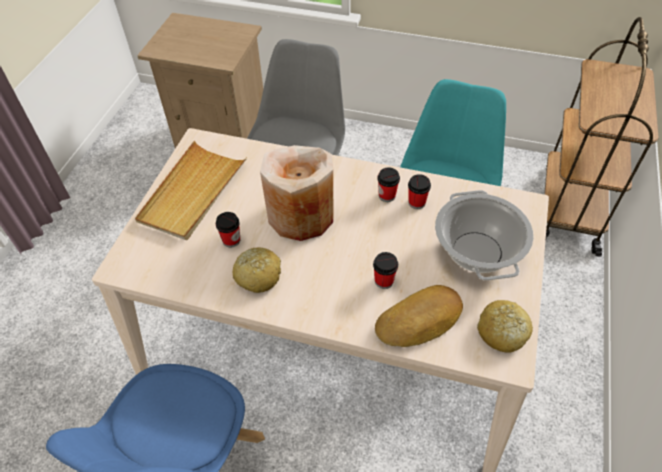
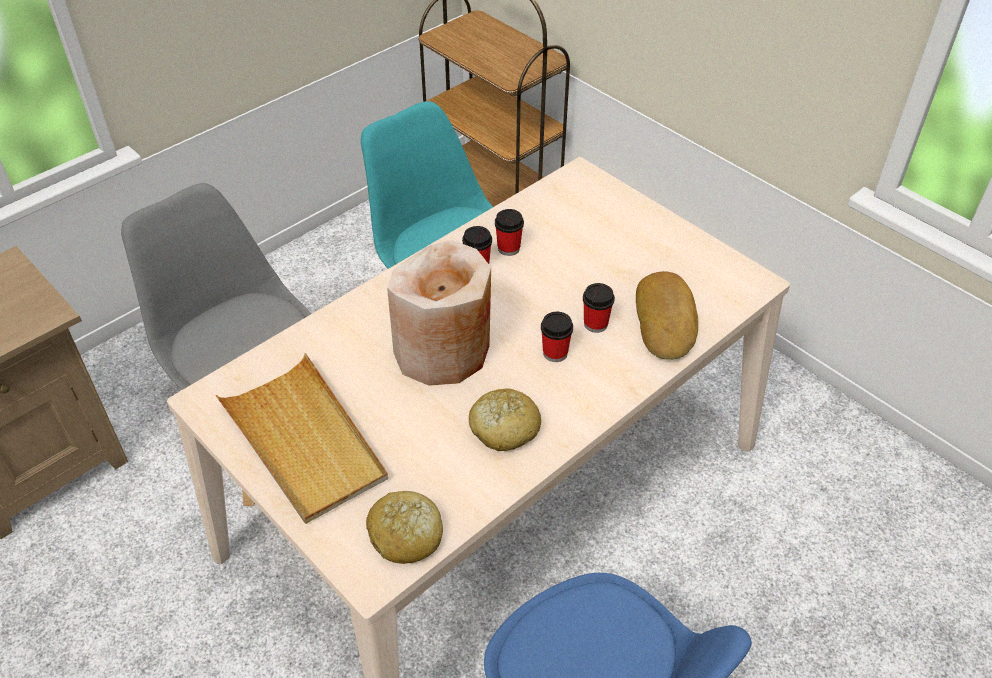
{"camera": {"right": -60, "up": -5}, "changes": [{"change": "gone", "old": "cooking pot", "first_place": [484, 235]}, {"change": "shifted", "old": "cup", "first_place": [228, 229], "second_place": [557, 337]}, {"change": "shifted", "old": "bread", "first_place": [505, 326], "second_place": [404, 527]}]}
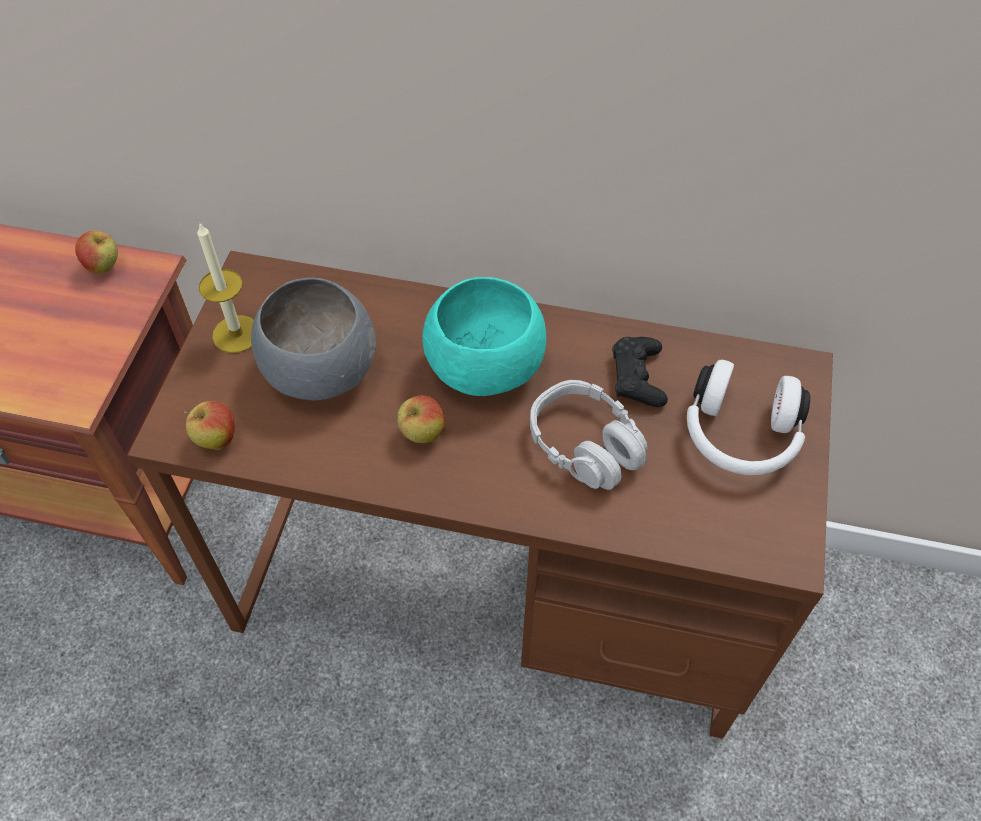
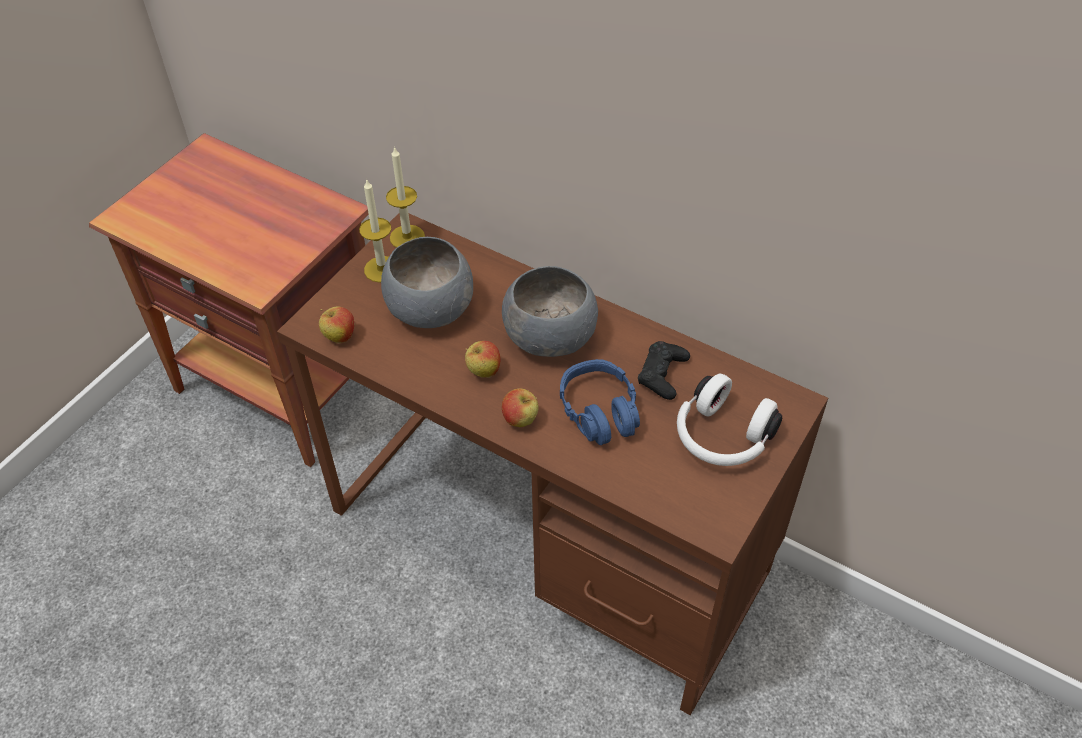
{"camera": {"right": 20, "up": -5}, "changes": [{"change": "shifted", "old": "apple", "first_place": [96, 251], "second_place": [520, 407]}, {"change": "repainted", "old": "bowl/turquoise", "new": "bowl/grey", "first_place": [484, 336], "second_place": [550, 311]}, {"change": "repainted", "old": "headphones/grey", "new": "headphones/blue", "first_place": [589, 435], "second_place": [600, 402]}, {"change": "new", "new": "candle", "second_place": [405, 197]}]}
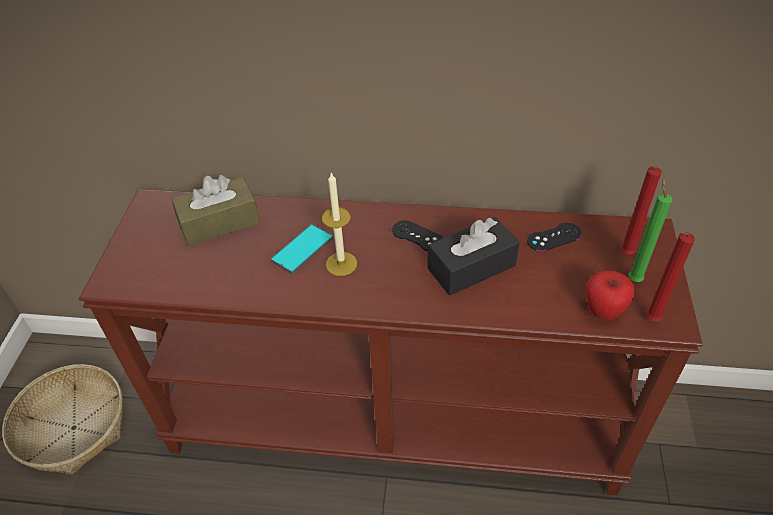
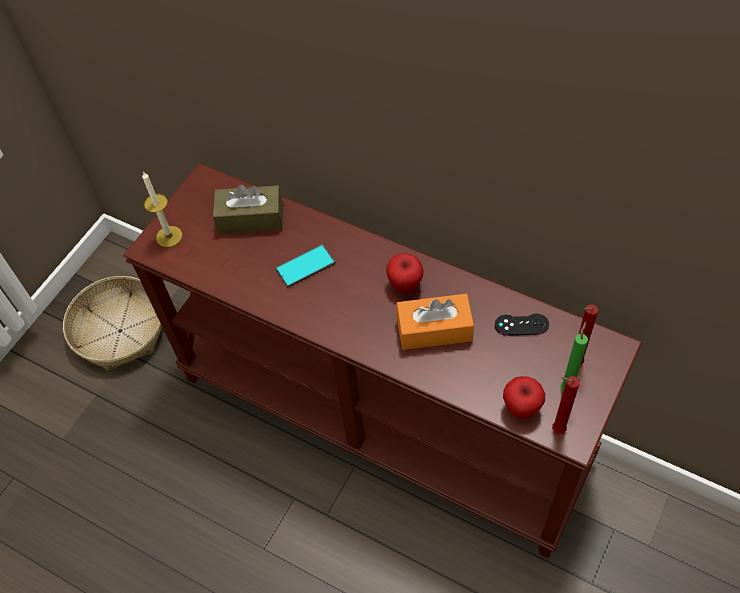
{"camera": {"right": 25, "up": 10}, "changes": [{"change": "shifted", "old": "candle", "first_place": [339, 224], "second_place": [162, 209]}, {"change": "repainted", "old": "tissue box/black", "new": "tissue box/orange", "first_place": [473, 256], "second_place": [435, 322]}, {"change": "swapped", "old": "game controller/black", "new": "apple", "first_place": [417, 235], "second_place": [405, 273]}]}
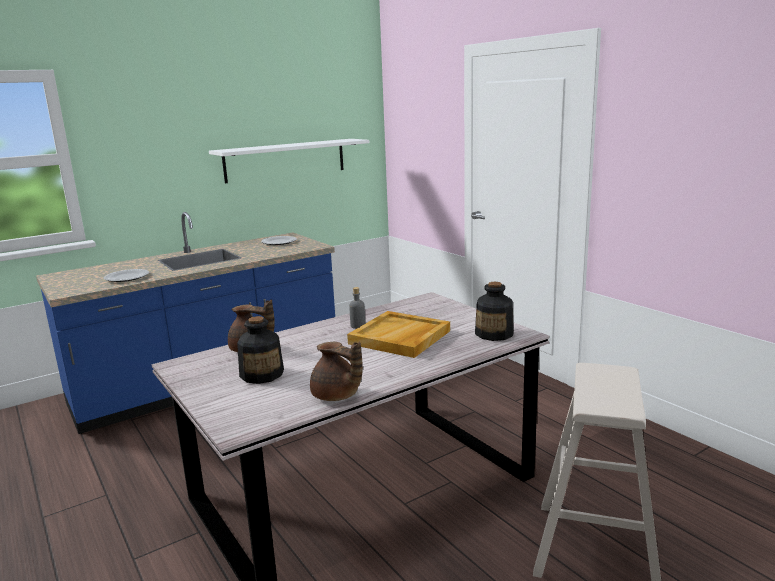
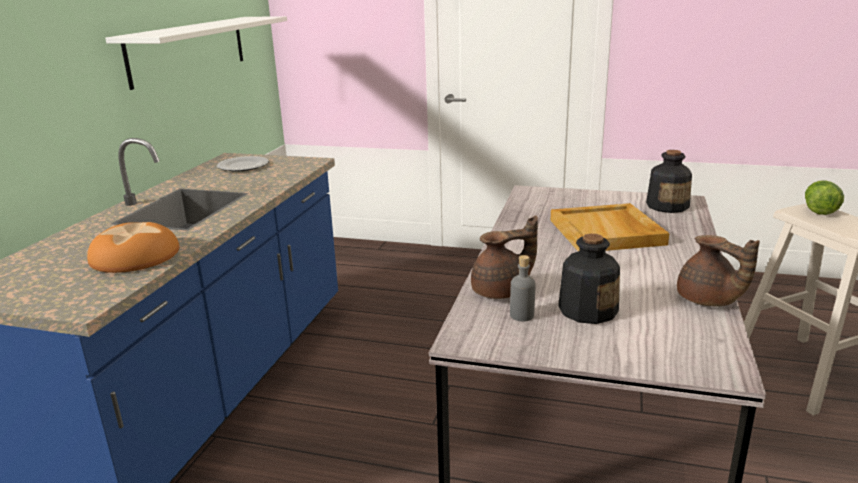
{"camera": {"right": -40, "up": 5}, "changes": [{"change": "swapped", "old": "plate", "new": "bread", "first_place": [126, 275], "second_place": [133, 247]}, {"change": "shifted", "old": "bottle/grey", "first_place": [357, 308], "second_place": [523, 288]}, {"change": "rotated", "old": "teapot/brown", "first_place": [336, 371], "second_place": [718, 270], "degrees": 60}, {"change": "new", "new": "lettuce", "second_place": [824, 197]}]}
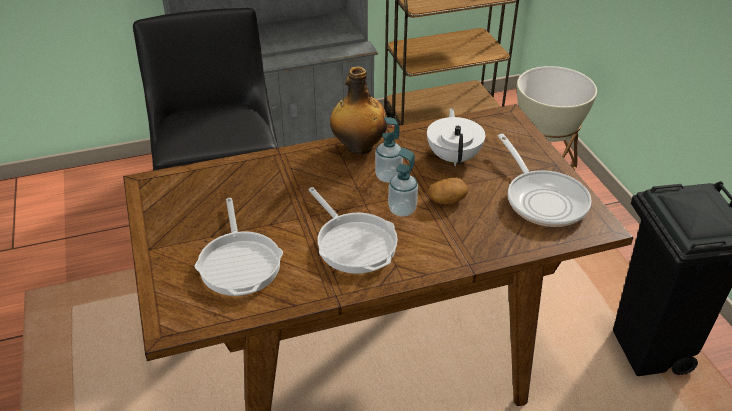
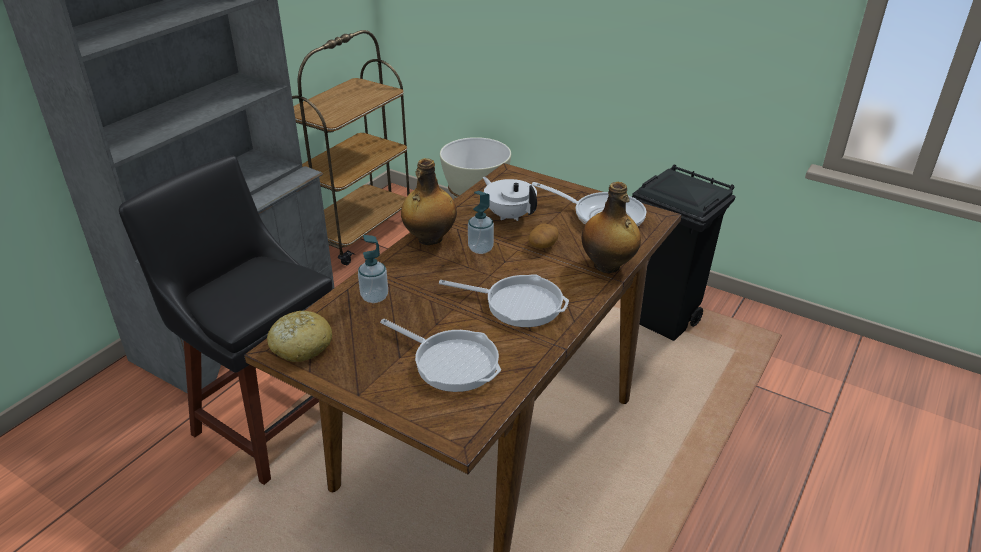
{"camera": {"right": -40, "up": -5}, "changes": [{"change": "shifted", "old": "soap dispenser", "first_place": [403, 182], "second_place": [373, 269]}, {"change": "new", "new": "bottle", "second_place": [611, 227]}, {"change": "new", "new": "bread", "second_place": [299, 336]}]}
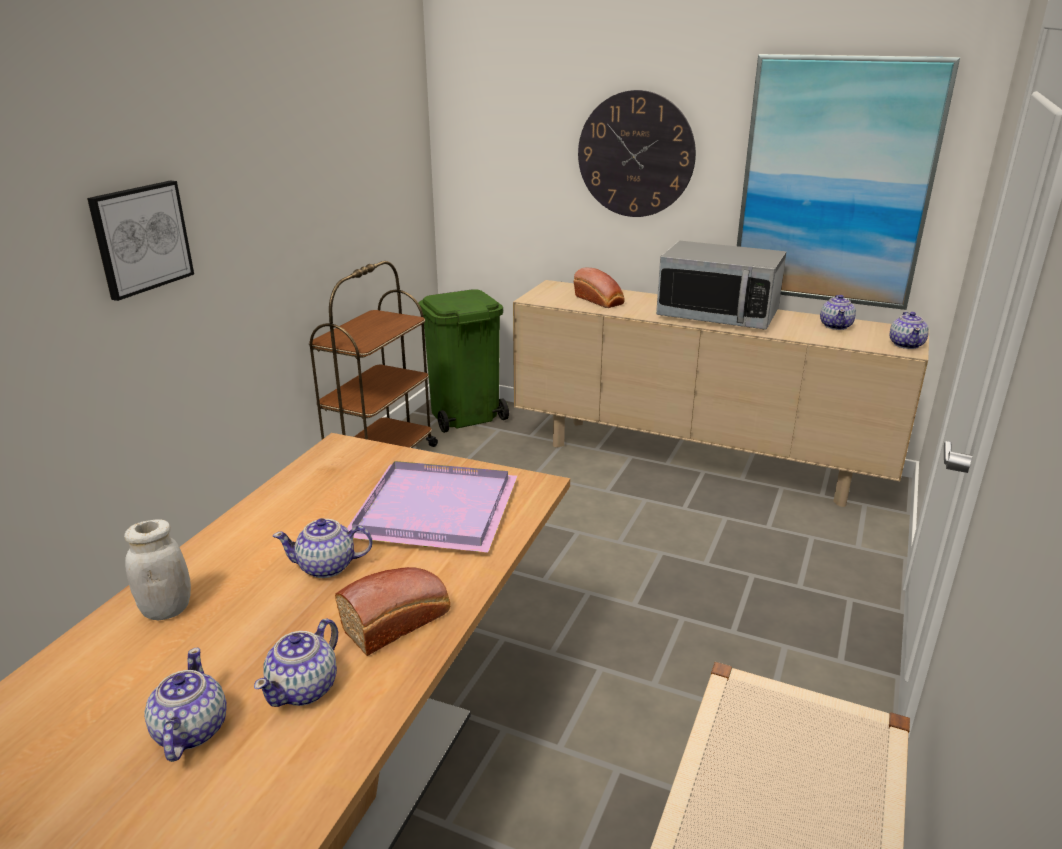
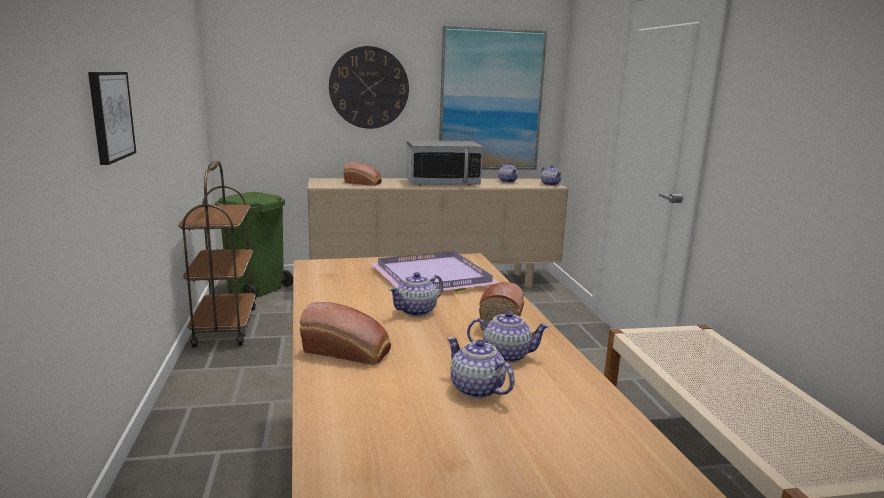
{"camera": {"right": -35, "up": -10}, "changes": [{"change": "swapped", "old": "jar/white", "new": "bread", "first_place": [157, 570], "second_place": [345, 333]}, {"change": "rotated", "old": "teapot", "first_place": [296, 662], "second_place": [508, 337], "degrees": -75}]}
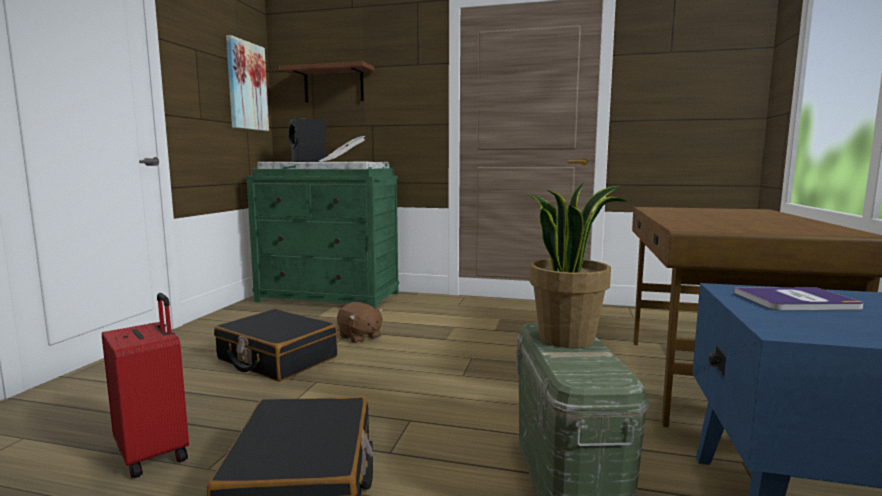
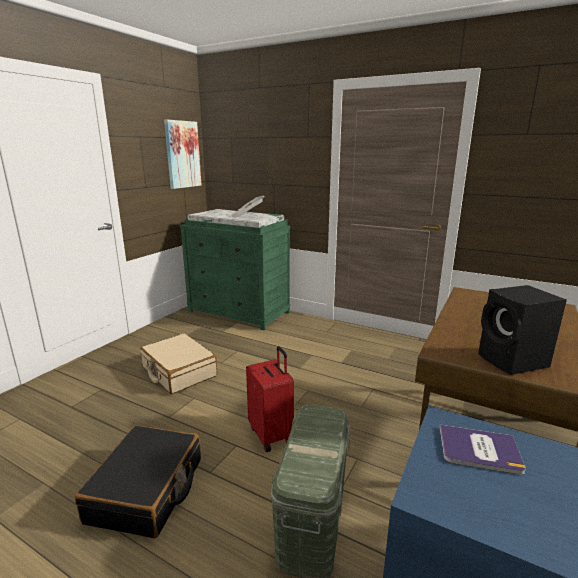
{"camera": {"right": 15, "up": 10}, "changes": [{"change": "gone", "old": "shelf/brown", "first_place": [326, 82]}, {"change": "shifted", "old": "speaker/black", "first_place": [307, 140], "second_place": [522, 330]}, {"change": "gone", "old": "potted plant", "first_place": [577, 265]}, {"change": "shifted", "old": "suitcase/red", "first_place": [145, 385], "second_place": [270, 399]}, {"change": "gone", "old": "plush toy/brown", "first_place": [360, 323]}, {"change": "repainted", "old": "suitcase/black", "new": "suitcase/beige", "first_place": [276, 345], "second_place": [178, 363]}]}
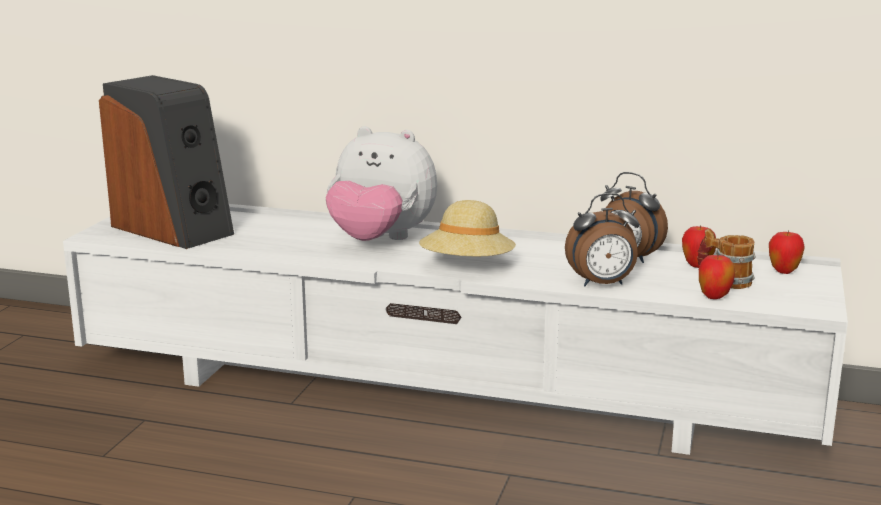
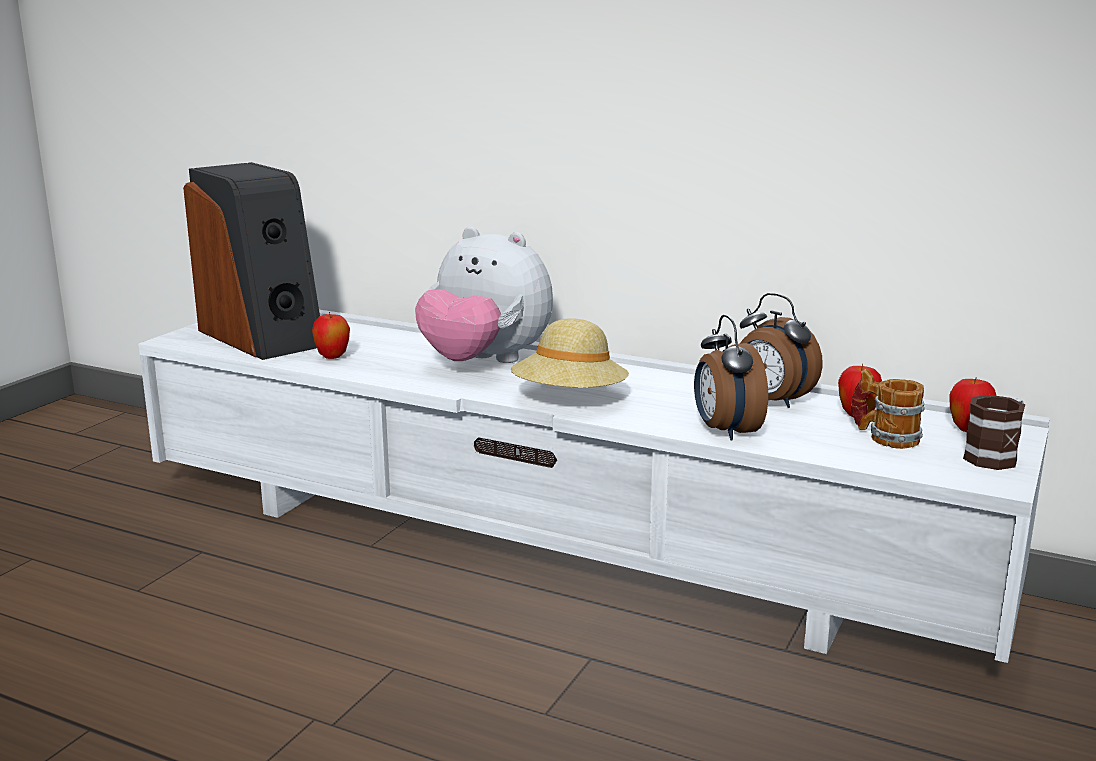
{"camera": {"right": 10, "up": 0}, "changes": [{"change": "rotated", "old": "alarm clock", "first_place": [602, 239], "second_place": [731, 377], "degrees": 75}, {"change": "shifted", "old": "apple", "first_place": [717, 276], "second_place": [331, 335]}, {"change": "new", "new": "mug", "second_place": [994, 432]}]}
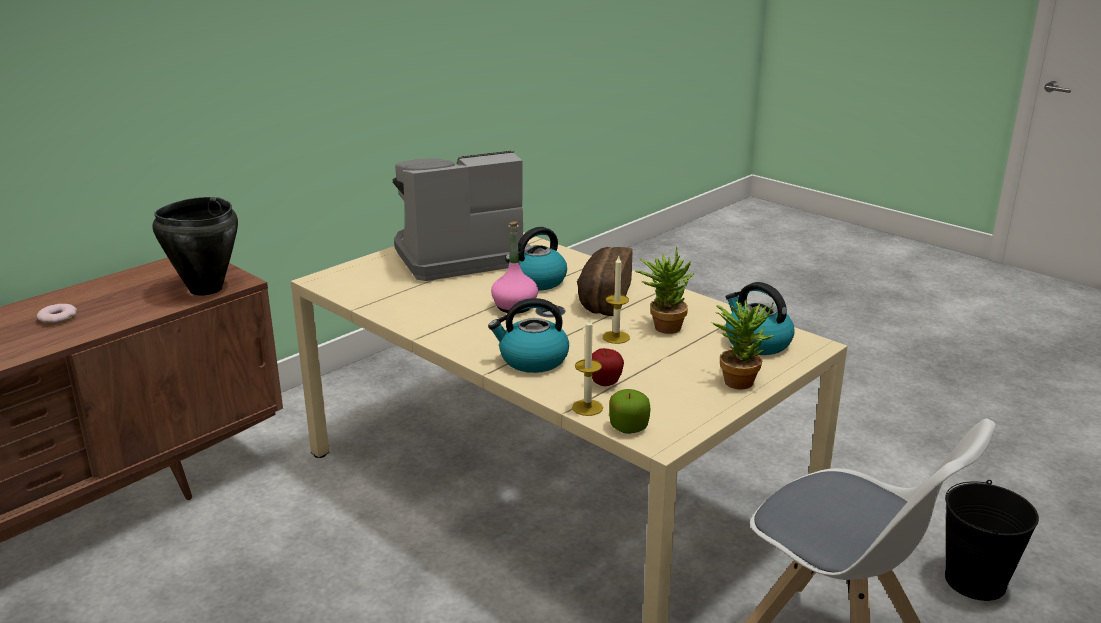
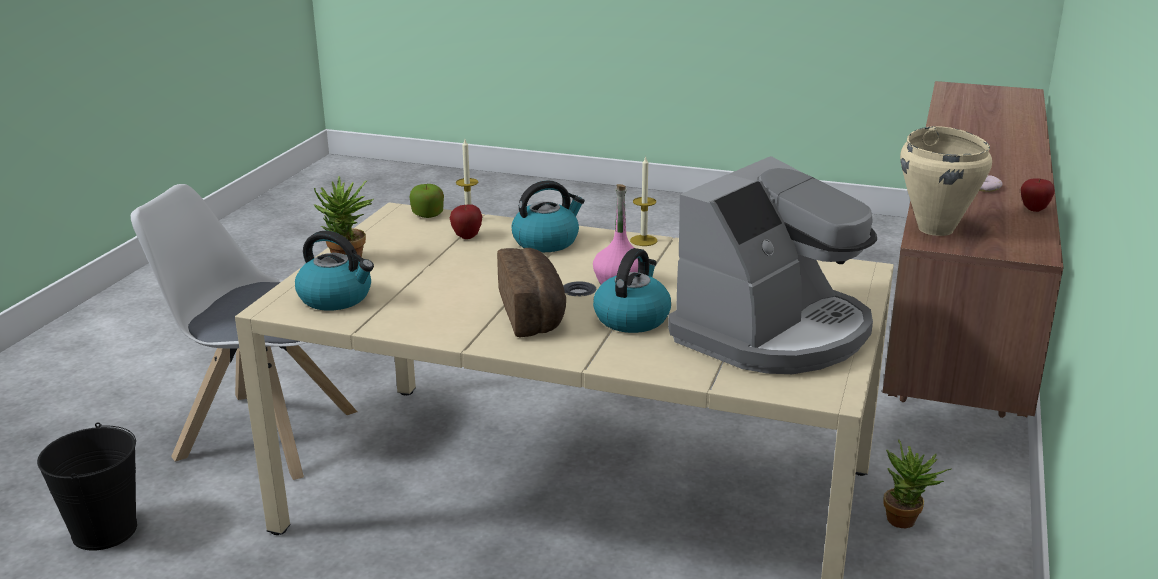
{"camera": {"right": 155, "up": 0}, "changes": [{"change": "repainted", "old": "cooking pot/black", "new": "cooking pot/beige", "first_place": [195, 246], "second_place": [946, 181]}, {"change": "shifted", "old": "potted plant", "first_place": [664, 290], "second_place": [917, 483]}, {"change": "shifted", "old": "candle", "first_place": [616, 300], "second_place": [643, 200]}, {"change": "new", "new": "apple", "second_place": [1038, 195]}]}
